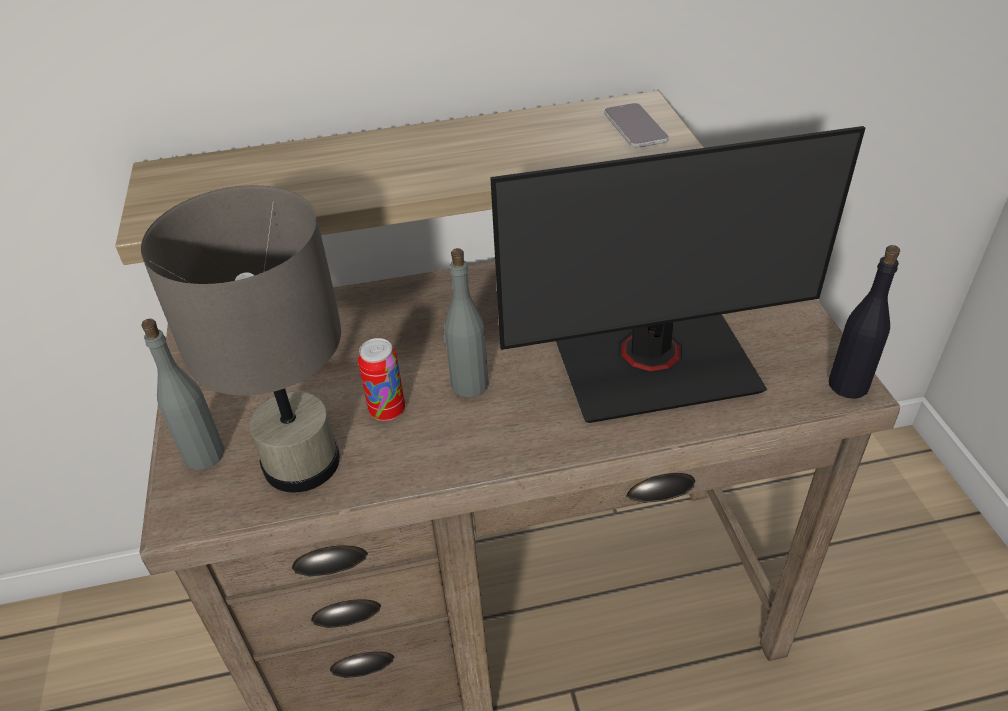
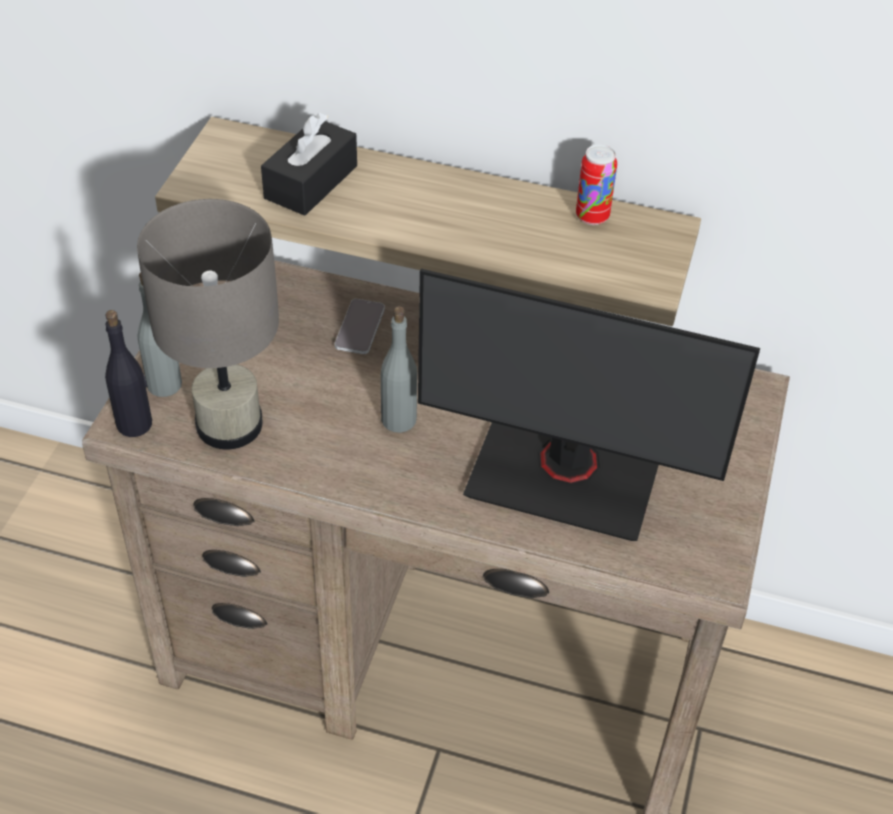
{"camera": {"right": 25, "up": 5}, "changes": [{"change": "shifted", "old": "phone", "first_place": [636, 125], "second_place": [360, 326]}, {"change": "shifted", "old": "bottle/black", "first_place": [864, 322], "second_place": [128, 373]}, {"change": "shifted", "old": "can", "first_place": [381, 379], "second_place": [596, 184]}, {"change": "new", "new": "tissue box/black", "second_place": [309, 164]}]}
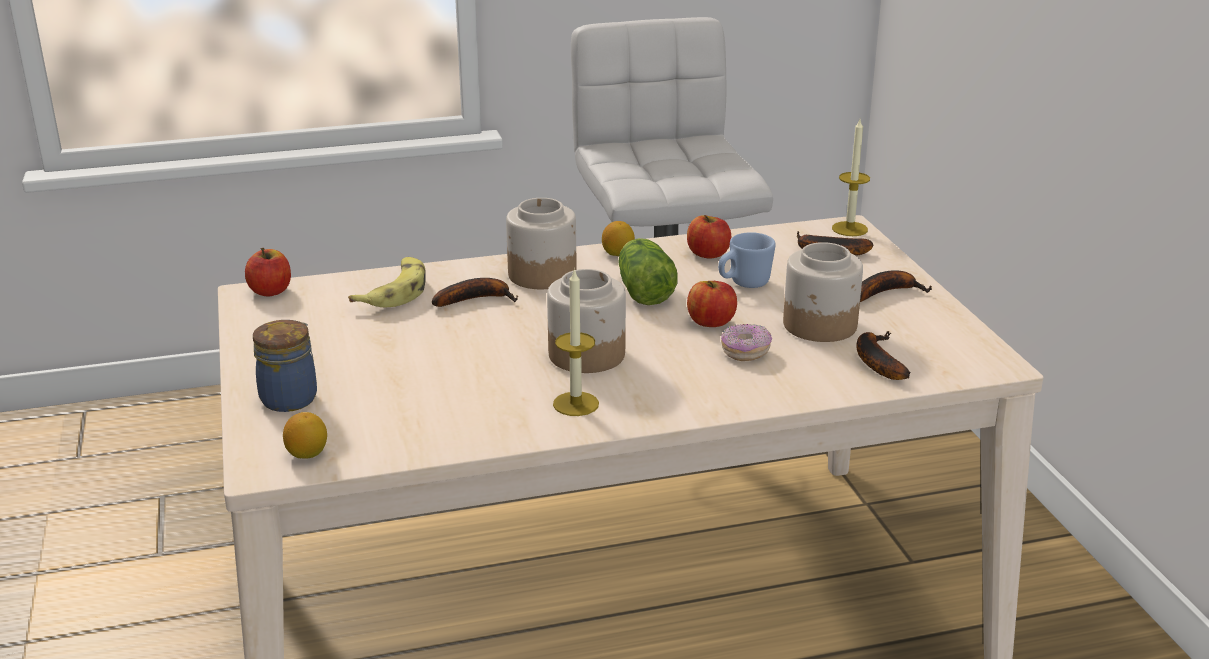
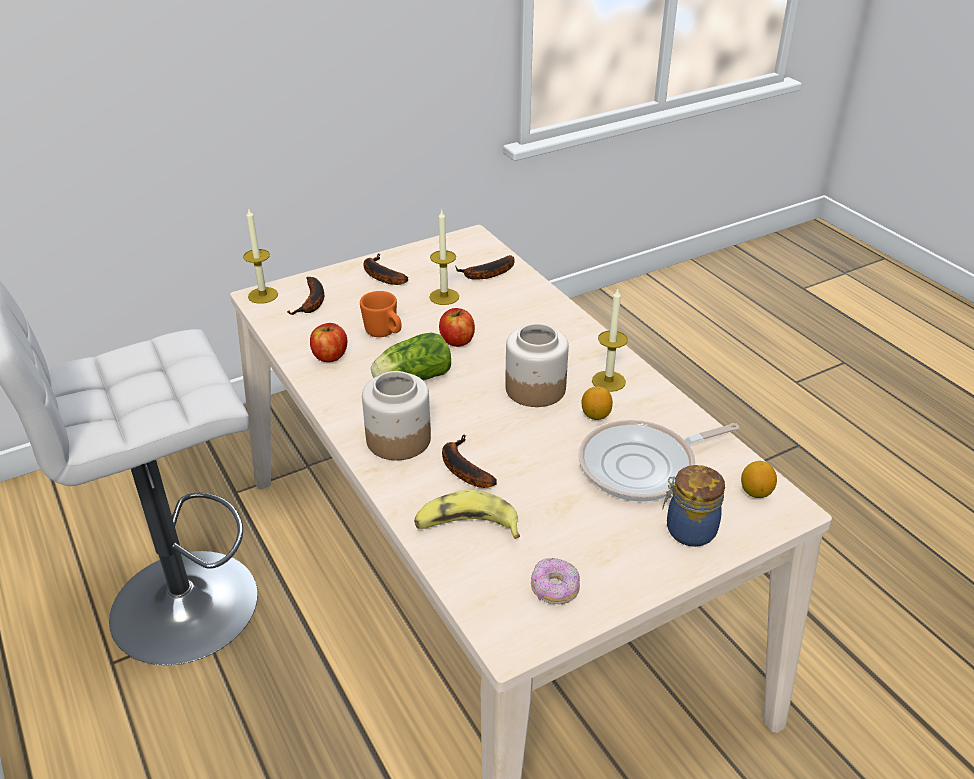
{"camera": {"right": -105, "up": 10}, "changes": [{"change": "shifted", "old": "lemon", "first_place": [618, 238], "second_place": [597, 403]}, {"change": "repainted", "old": "mug/blue", "new": "mug/orange", "first_place": [747, 260], "second_place": [381, 314]}, {"change": "swapped", "old": "jar", "new": "candle", "first_place": [823, 292], "second_place": [444, 257]}, {"change": "gone", "old": "apple", "first_place": [268, 272]}, {"change": "shifted", "old": "donut", "first_place": [746, 342], "second_place": [555, 581]}, {"change": "new", "new": "frying pan", "second_place": [658, 460]}]}
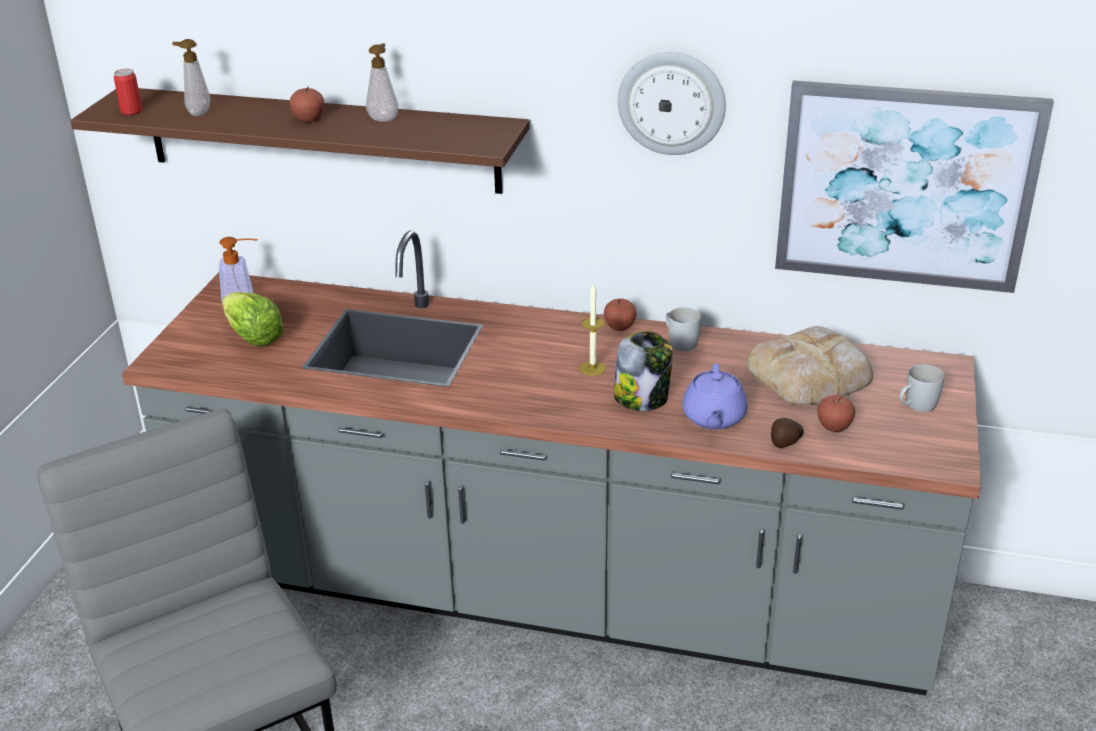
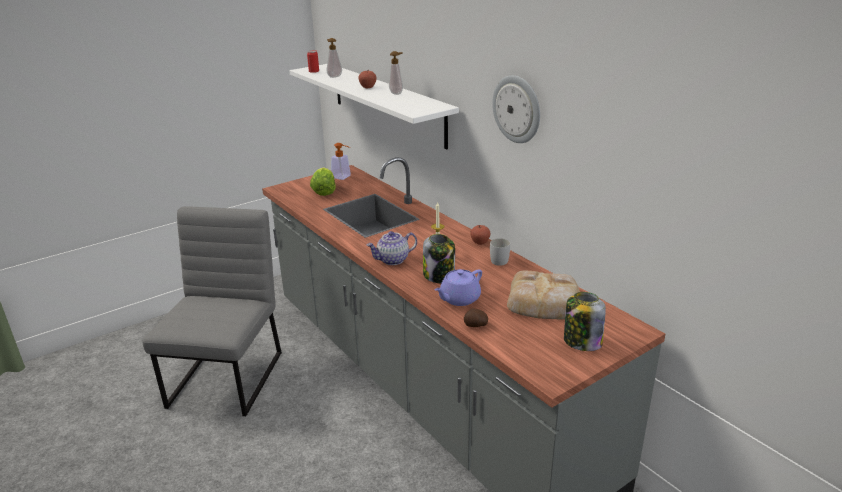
{"camera": {"right": 40, "up": -5}, "changes": [{"change": "gone", "old": "picture", "first_place": [914, 186]}, {"change": "repainted", "old": "shelf/brown", "new": "shelf/white", "first_place": [300, 141], "second_place": [374, 106]}, {"change": "swapped", "old": "mug/white", "new": "jar", "first_place": [921, 388], "second_place": [585, 321]}, {"change": "gone", "old": "apple", "first_place": [836, 413]}, {"change": "new", "new": "teapot", "second_place": [392, 248]}]}
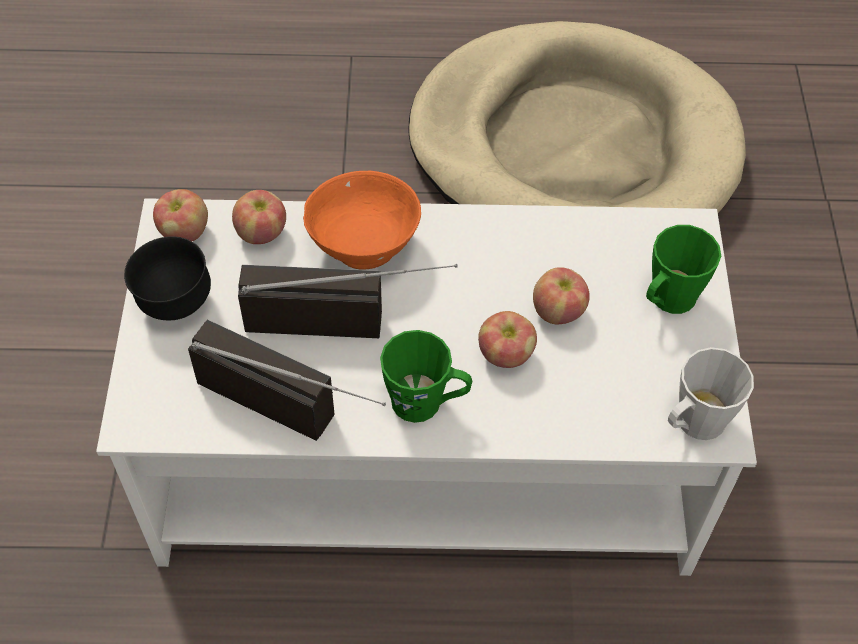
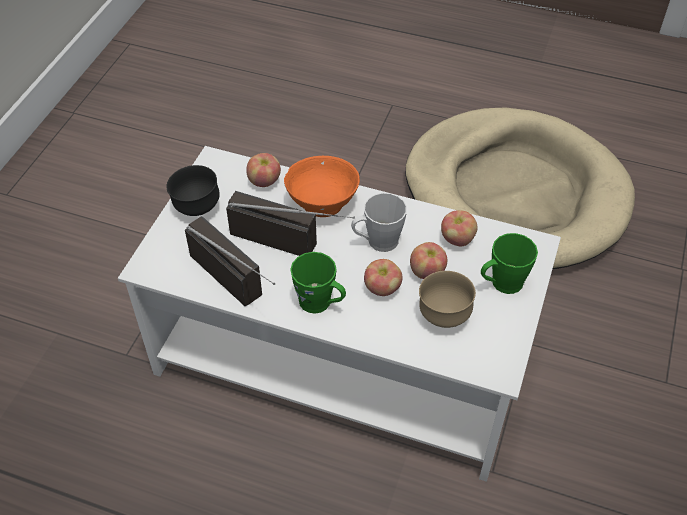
{"camera": {"right": 20, "up": -5}, "changes": [{"change": "shifted", "old": "apple", "first_place": [180, 215], "second_place": [459, 228]}, {"change": "shifted", "old": "mug/grey", "first_place": [711, 393], "second_place": [379, 222]}, {"change": "new", "new": "bowl/brown", "second_place": [447, 299]}]}
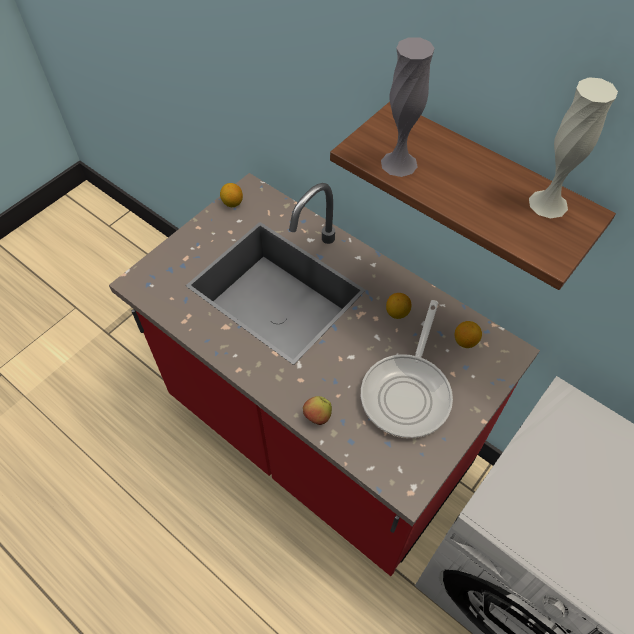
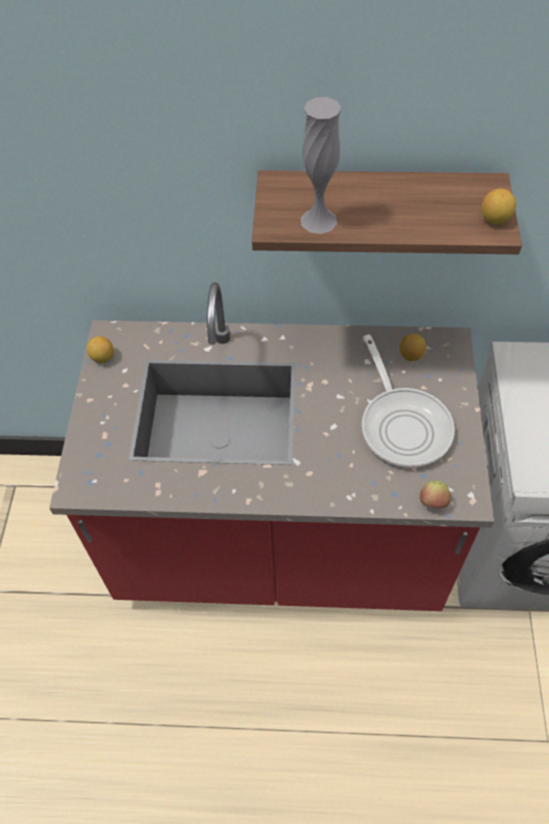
{"camera": {"right": -35, "up": 0}, "changes": [{"change": "gone", "old": "vase/white", "first_place": [573, 148]}, {"change": "shifted", "old": "lemon", "first_place": [398, 306], "second_place": [498, 206]}, {"change": "shifted", "old": "apple", "first_place": [317, 410], "second_place": [435, 494]}]}
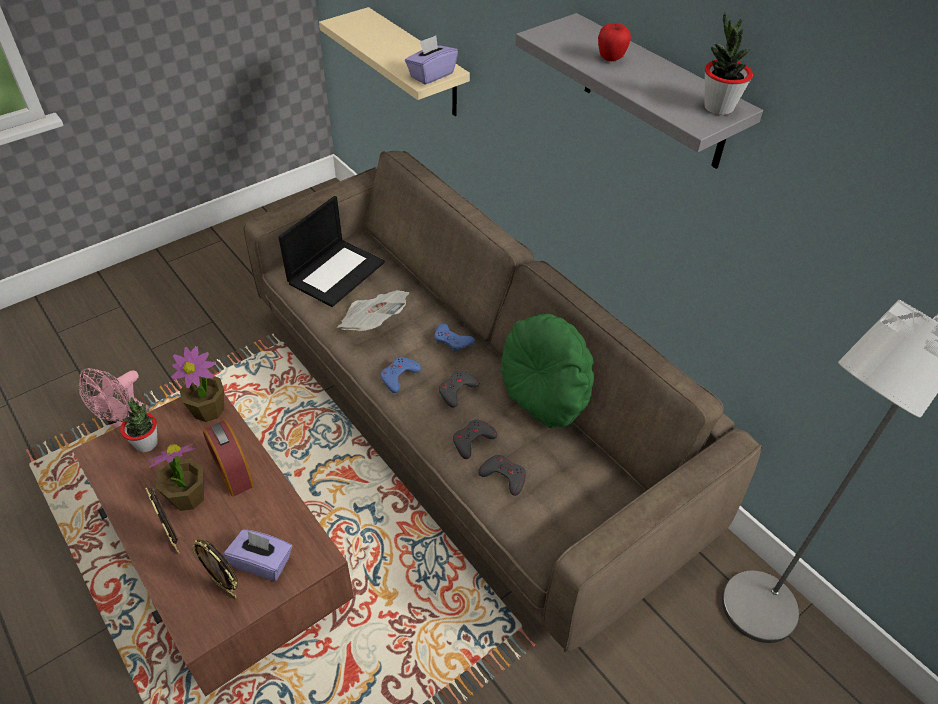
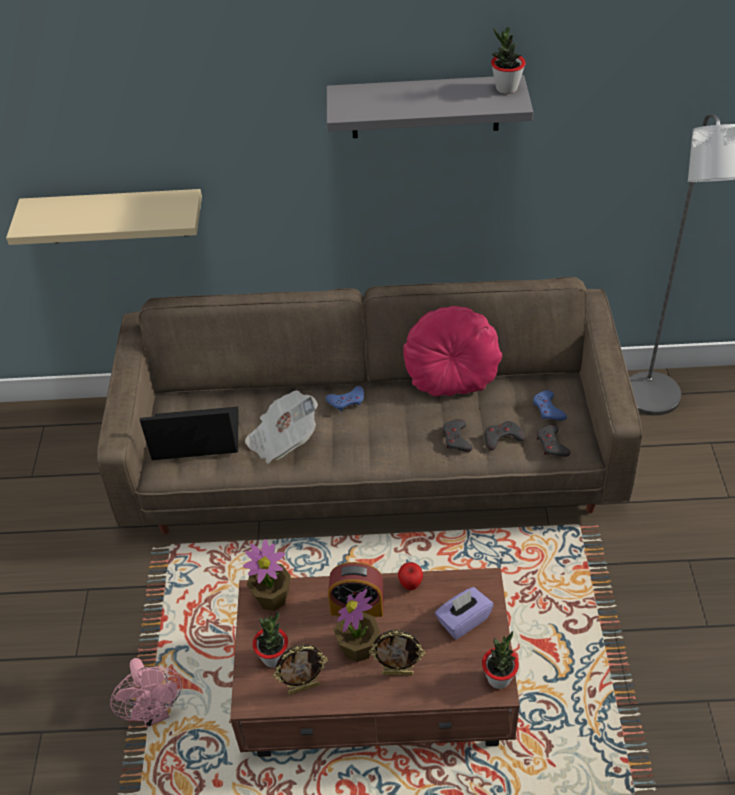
{"camera": {"right": -50, "up": 0}, "changes": [{"change": "shifted", "old": "apple", "first_place": [614, 42], "second_place": [410, 576]}, {"change": "gone", "old": "tissue box/purple", "first_place": [431, 59]}, {"change": "rotated", "old": "laptop", "first_place": [331, 251], "second_place": [189, 433], "degrees": -75}, {"change": "repainted", "old": "pillow/green", "new": "pillow/pink", "first_place": [547, 371], "second_place": [452, 351]}, {"change": "shifted", "old": "game controller/blue", "first_place": [400, 375], "second_place": [550, 405]}, {"change": "shifted", "old": "game controller/grey", "first_place": [459, 389], "second_place": [554, 440]}, {"change": "shifted", "old": "picture frame", "first_place": [215, 569], "second_place": [300, 669]}, {"change": "new", "new": "potted plant", "second_place": [500, 660]}]}
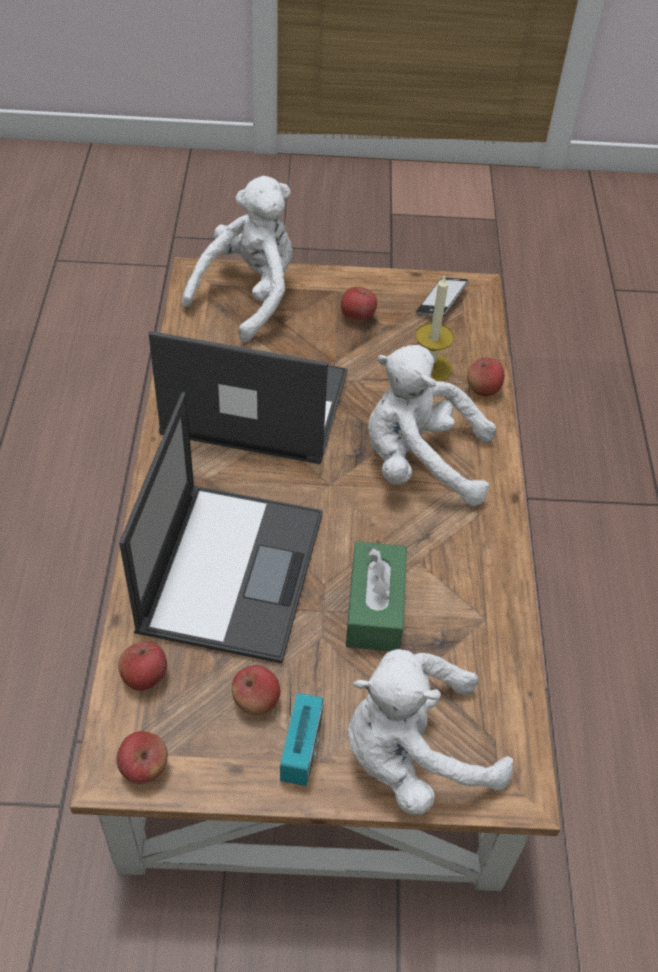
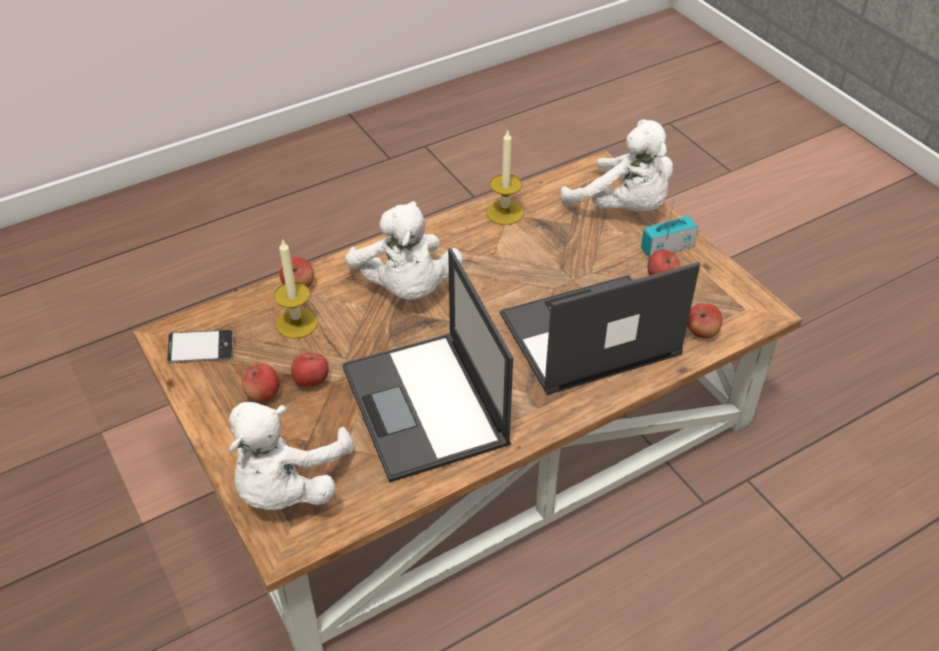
{"camera": {"right": -120, "up": -5}, "changes": [{"change": "rotated", "old": "plush toy/white", "first_place": [237, 259], "second_place": [291, 456], "degrees": -75}, {"change": "gone", "old": "tissue box/green", "first_place": [376, 596]}, {"change": "shifted", "old": "apple", "first_place": [142, 757], "second_place": [310, 370]}, {"change": "new", "new": "candle", "second_place": [505, 177]}]}
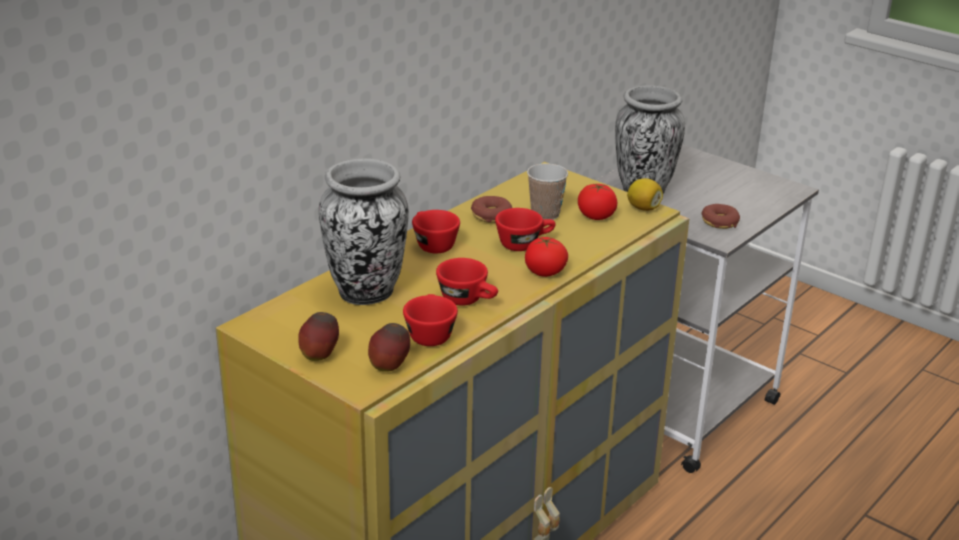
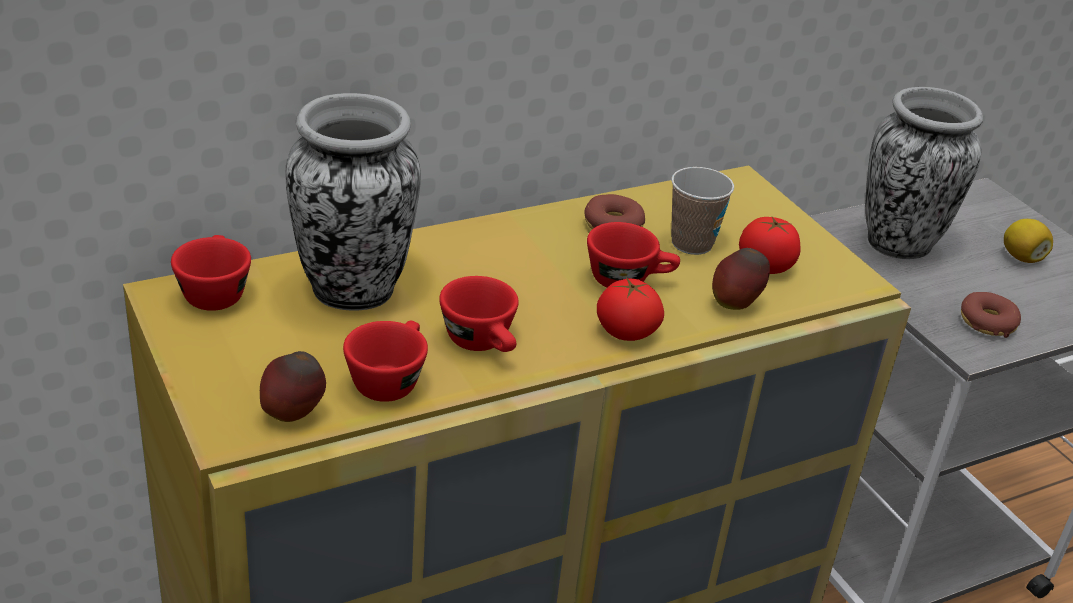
{"camera": {"right": 20, "up": 5}, "changes": [{"change": "shifted", "old": "lemon", "first_place": [645, 194], "second_place": [1028, 241]}, {"change": "shifted", "old": "cup/red", "first_place": [436, 231], "second_place": [211, 273]}, {"change": "shifted", "old": "apple", "first_place": [318, 336], "second_place": [741, 279]}]}
